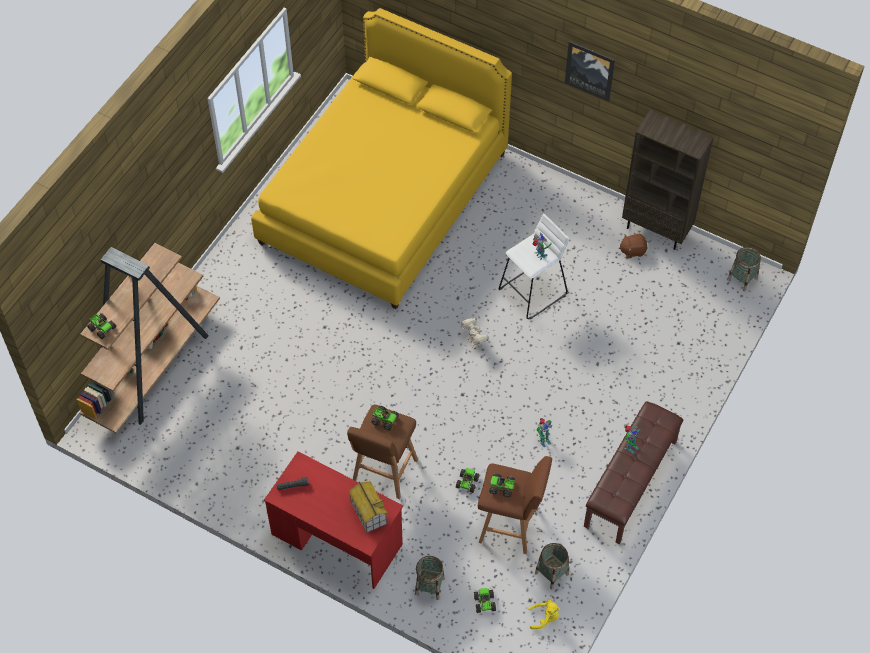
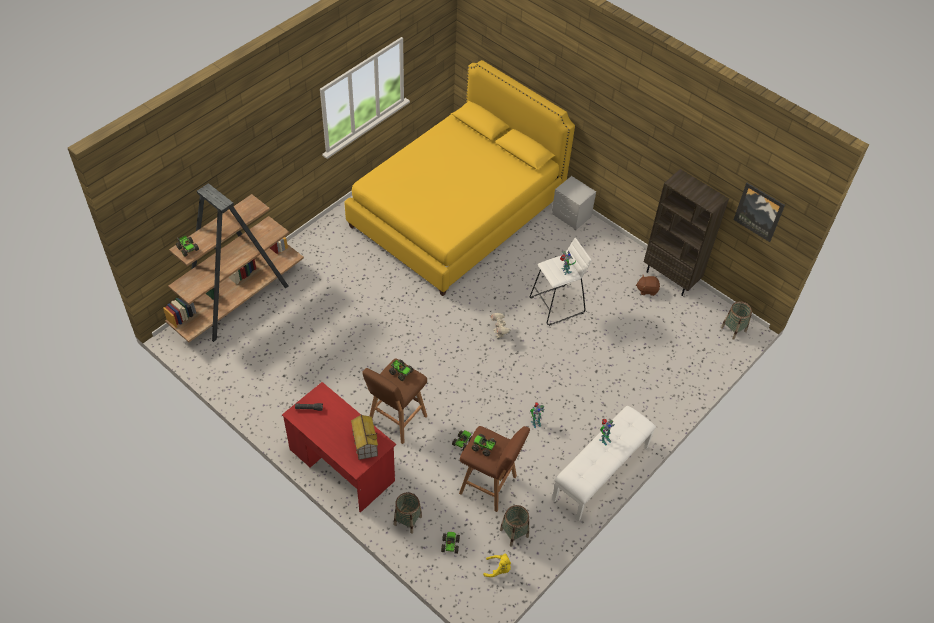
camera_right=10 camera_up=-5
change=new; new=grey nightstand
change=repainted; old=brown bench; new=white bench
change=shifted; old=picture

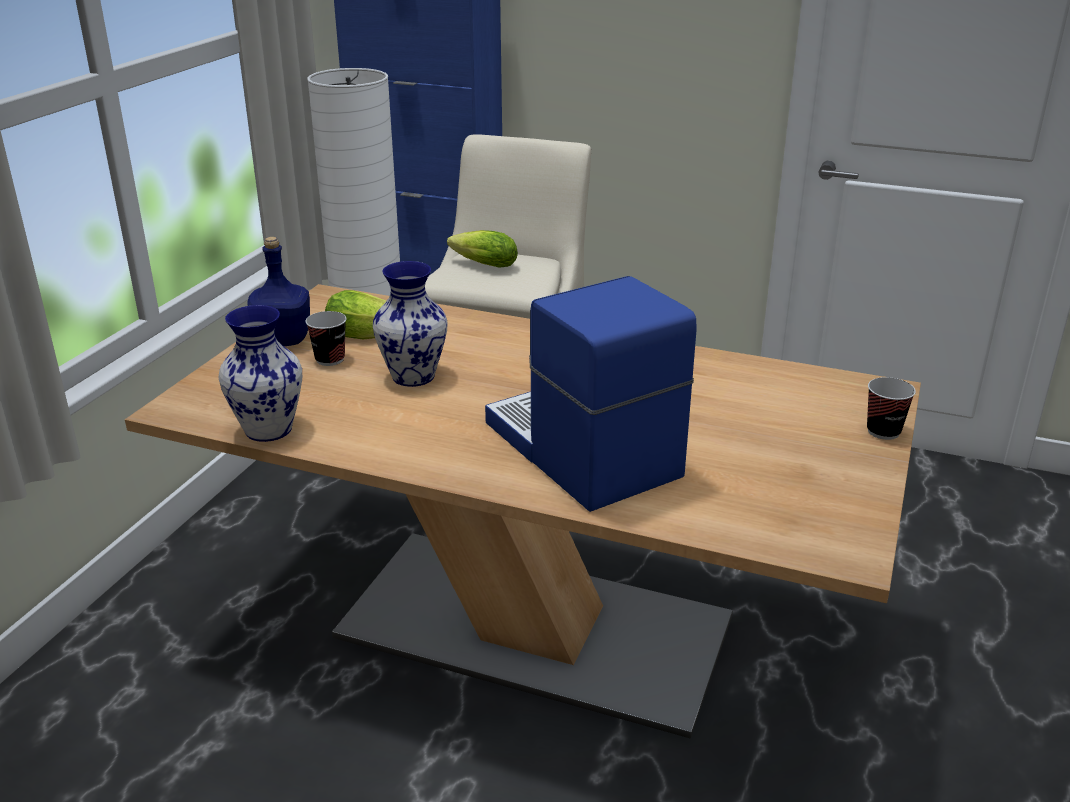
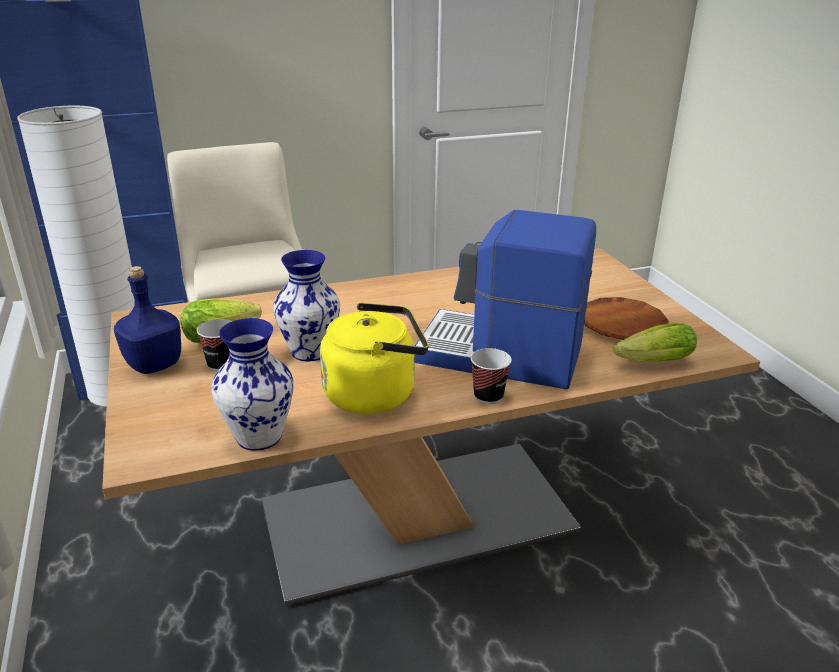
camera_right=-40 camera_up=0
change=new; new=yellow kettle
change=shifted; old=cup (no. 2 from left)
change=new; new=brown plate
change=shifted; old=lettuce (no. 2 from left)

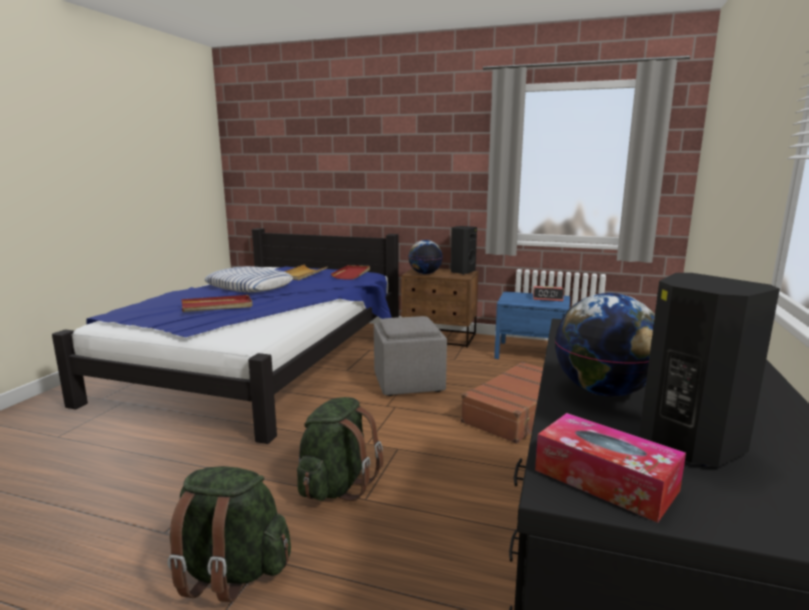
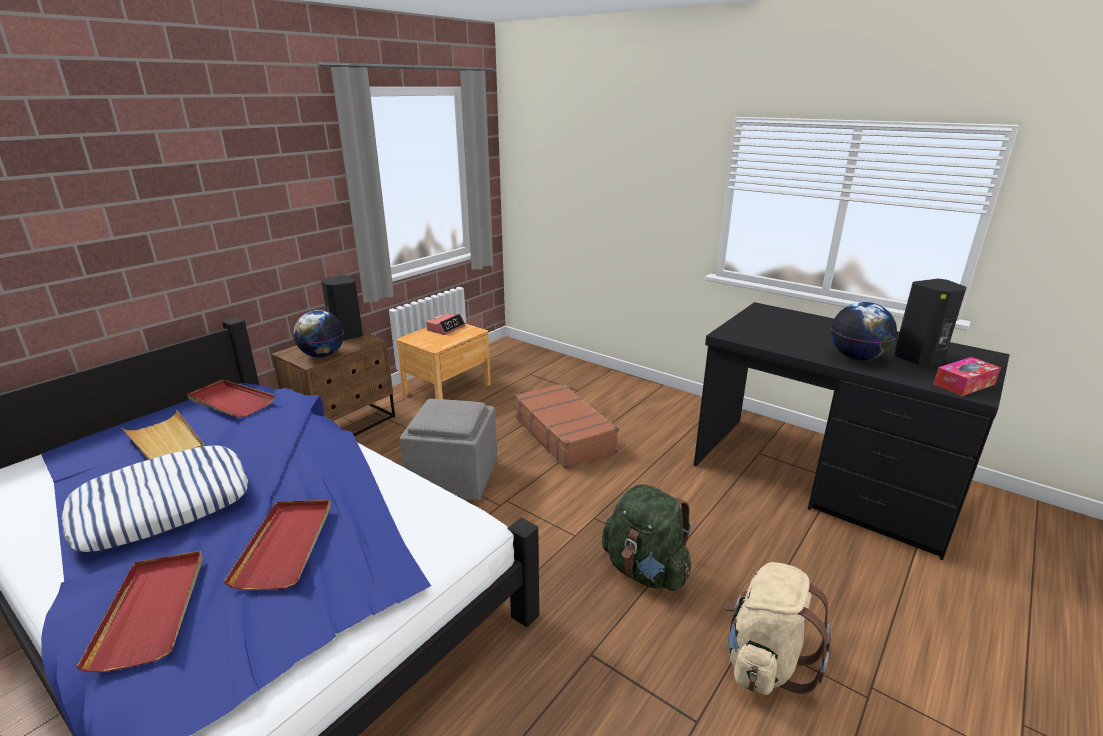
camera_right=-70 camera_up=10
change=new; new=red tray (no. 1 from left)
change=repainted; old=blue nightstand; new=brown nightstand (no. 2 from left)
change=repainted; old=green backpack (no. 1 from left); new=beige backpack

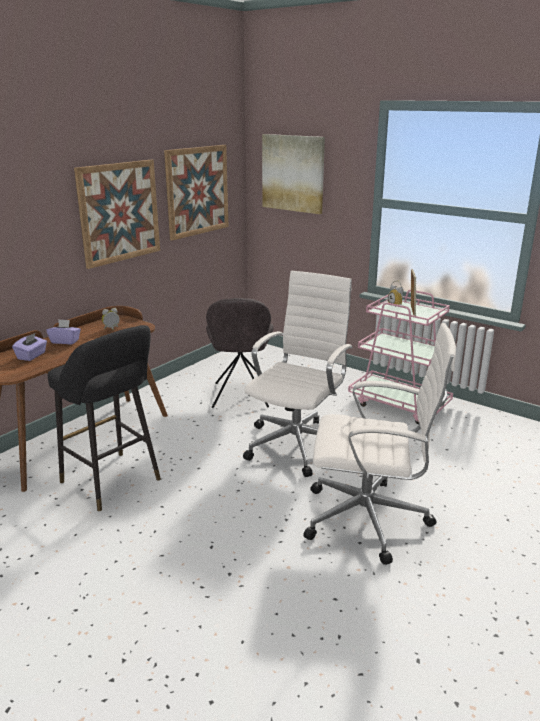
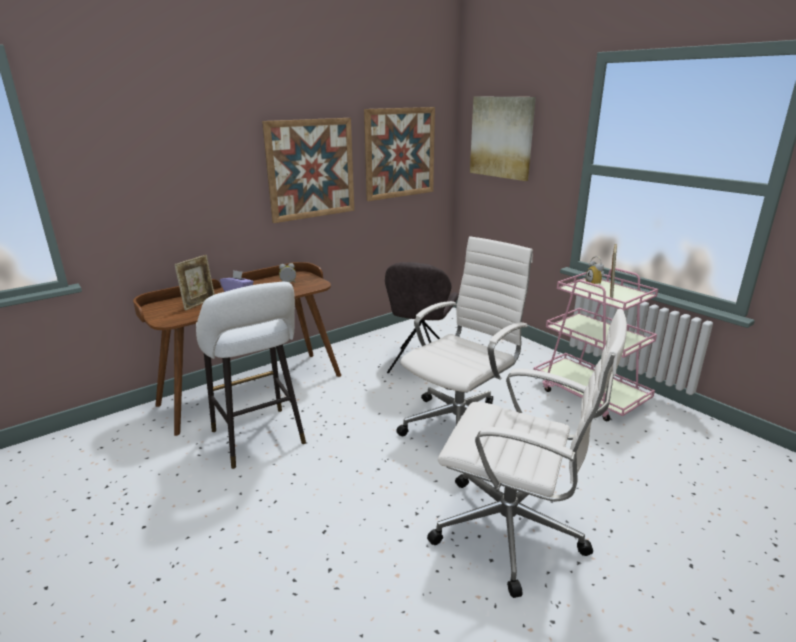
camera_right=15 camera_up=0
change=swapped; old=purple tissue box (no. 1 from left); new=picture frame (no. 1 from left)
change=repainted; old=black stool; new=white stool

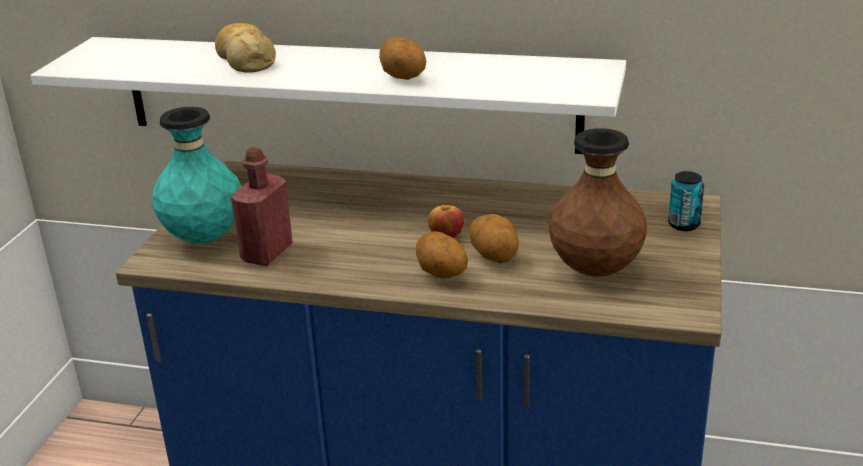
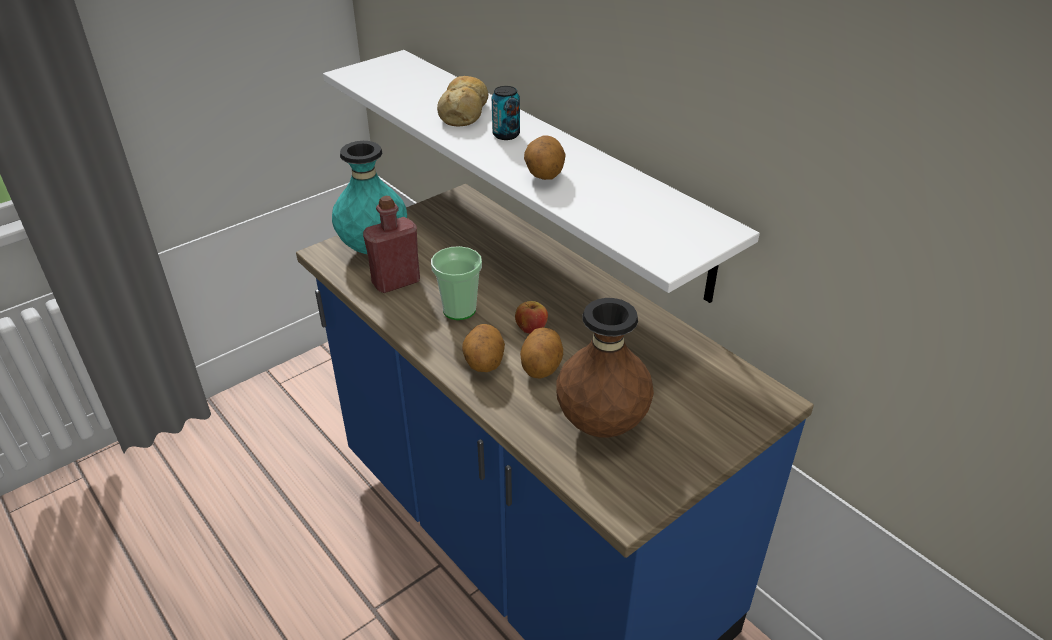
camera_right=35 camera_up=10
change=new; new=cup
change=shifted; old=can

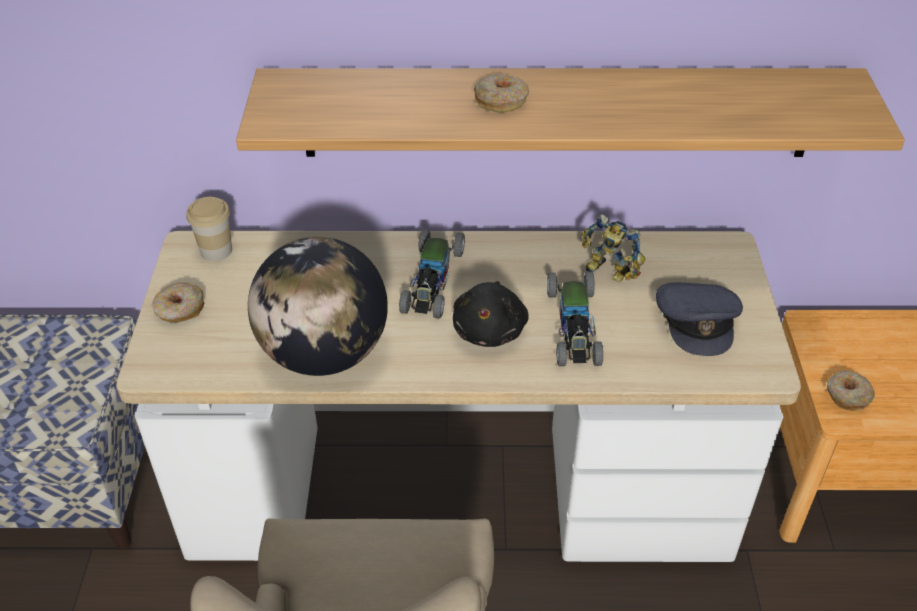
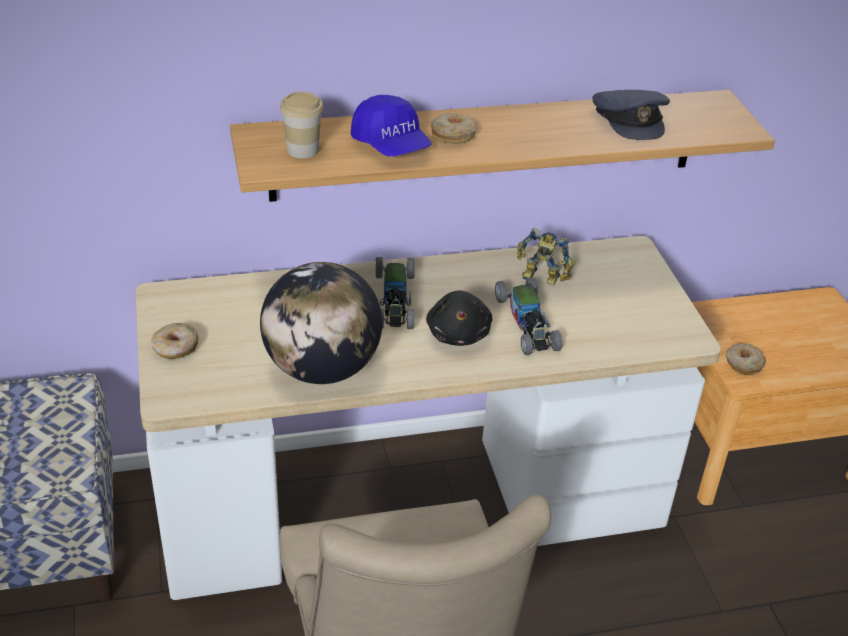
camera_right=-15 camera_up=-5
change=shifted; old=cup
change=new; new=blue cap
change=shifted; old=grey cap

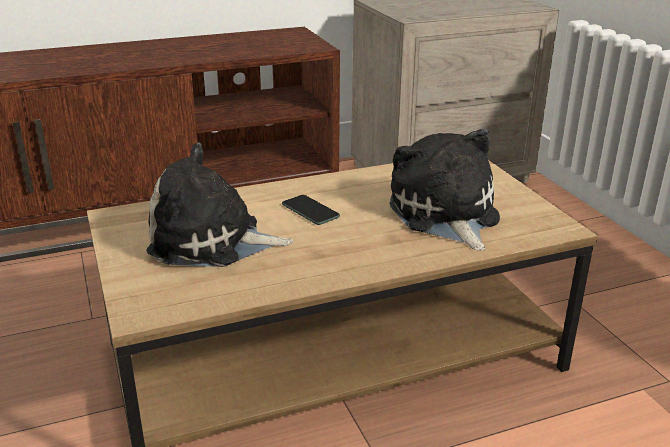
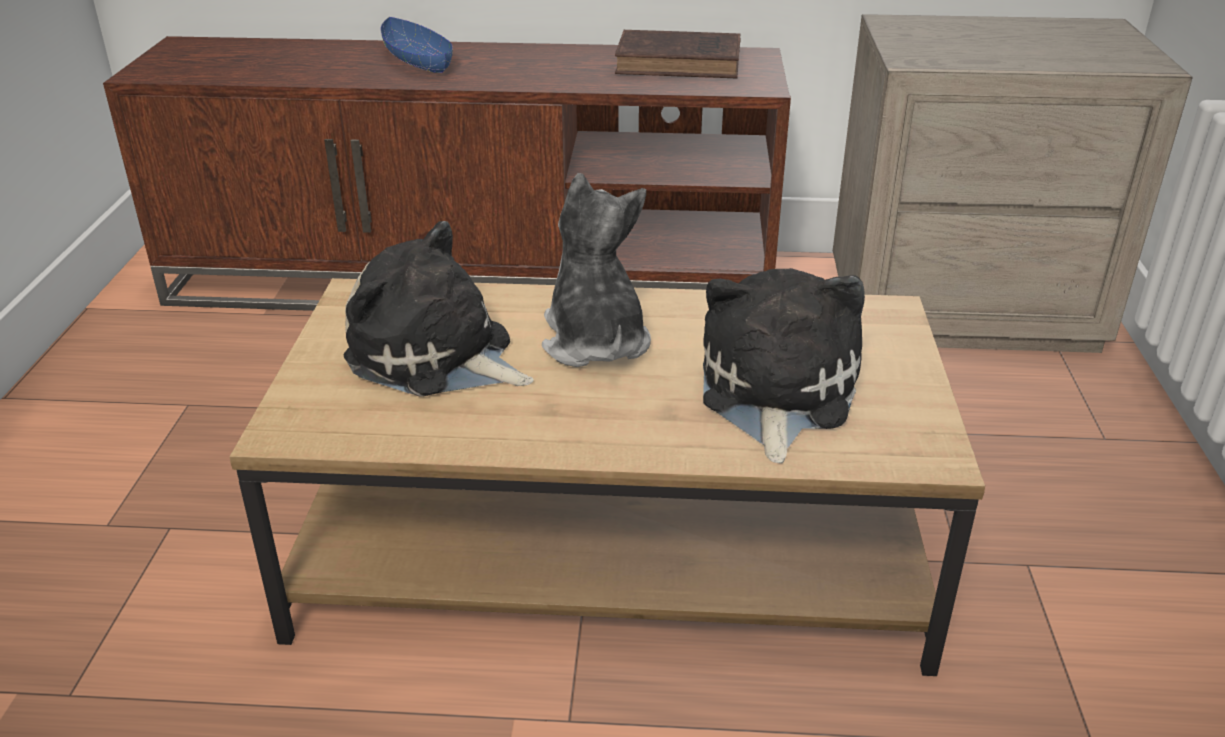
camera_right=25 camera_up=5
change=new; new=blue bowl
change=swapped; old=phone; new=plush toy (no. 2 from left)
change=new; new=brown book

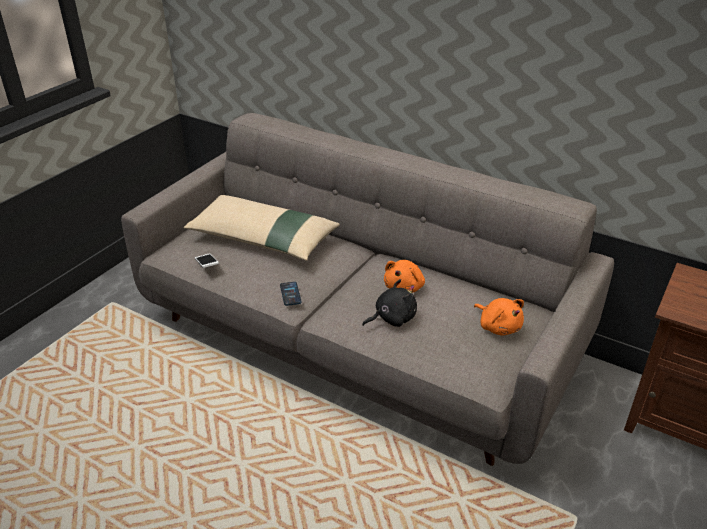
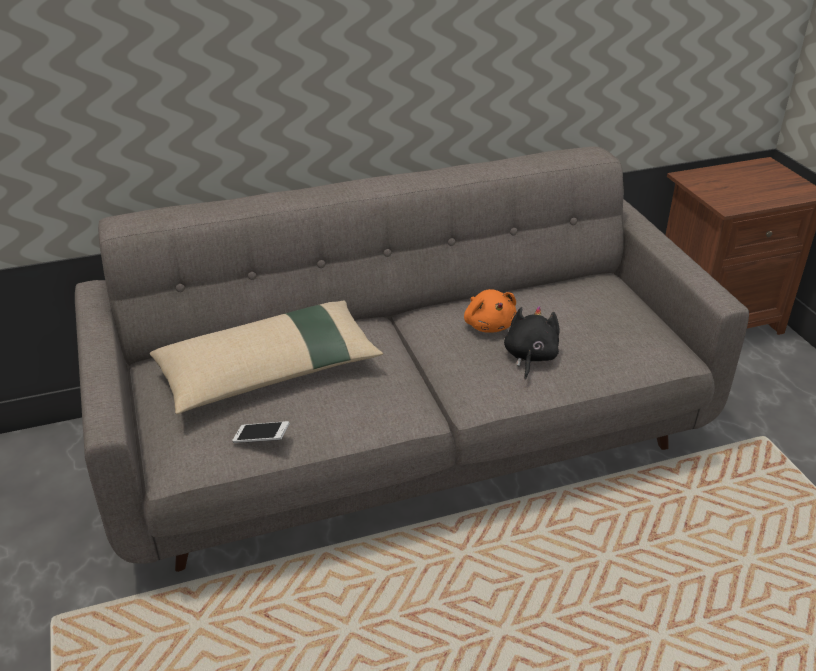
camera_right=-50 camera_up=0
change=gone; old=phone (no. 2 from left)
change=gone; old=orange plush toy (no. 2 from left)

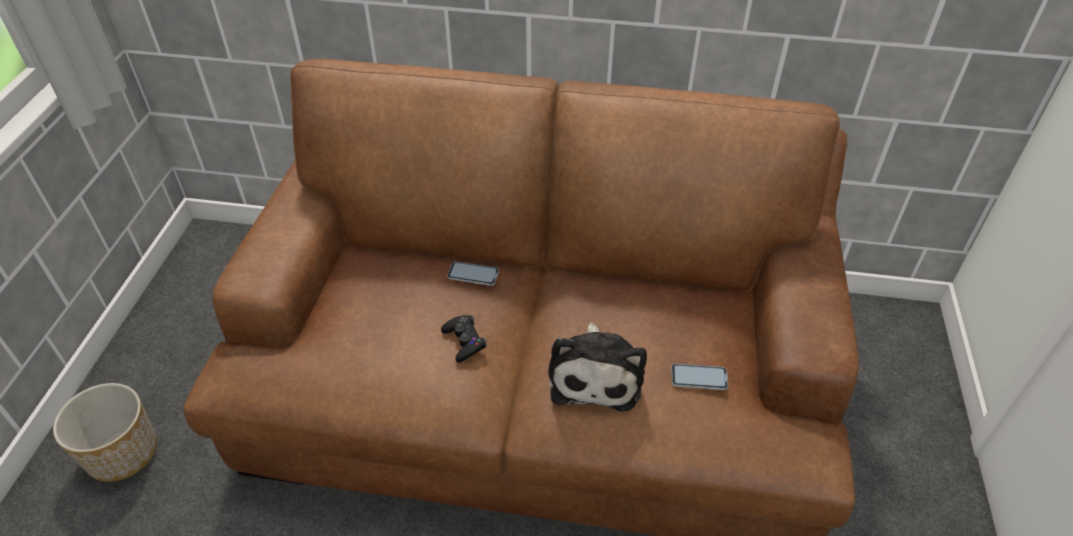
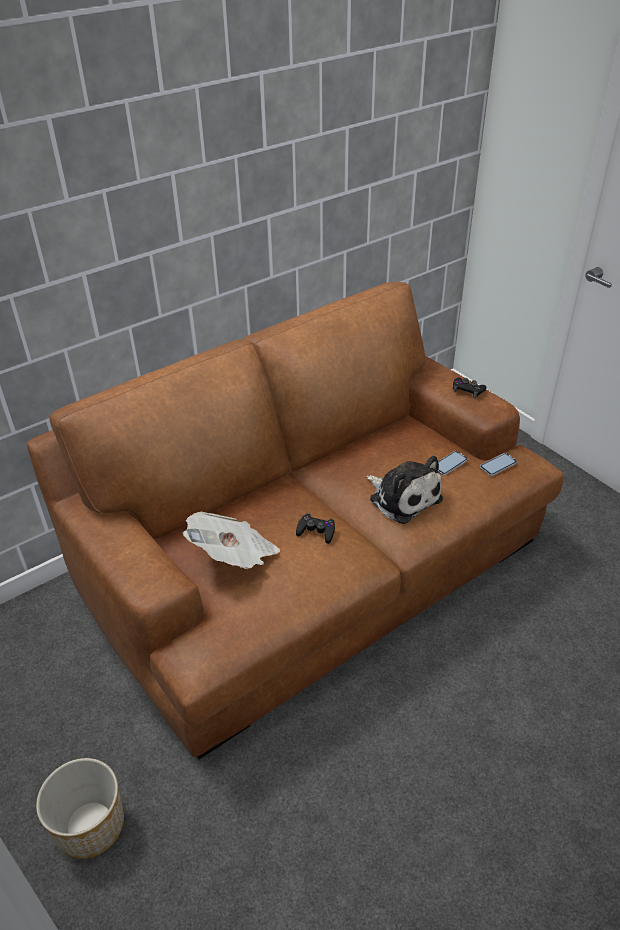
camera_right=-45 camera_up=-5
change=new; new=newspaper
change=new; new=black game controller (no. 2 from left)
change=shifted; old=phone (no. 1 from left in the first image); new=phone (no. 2 from left)

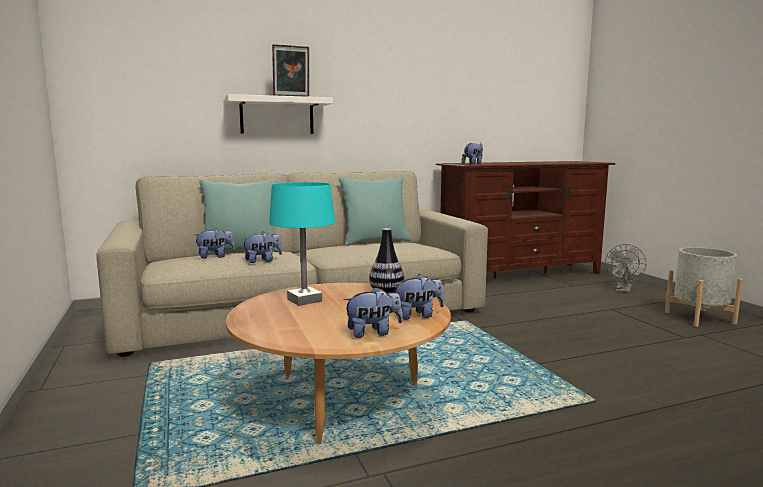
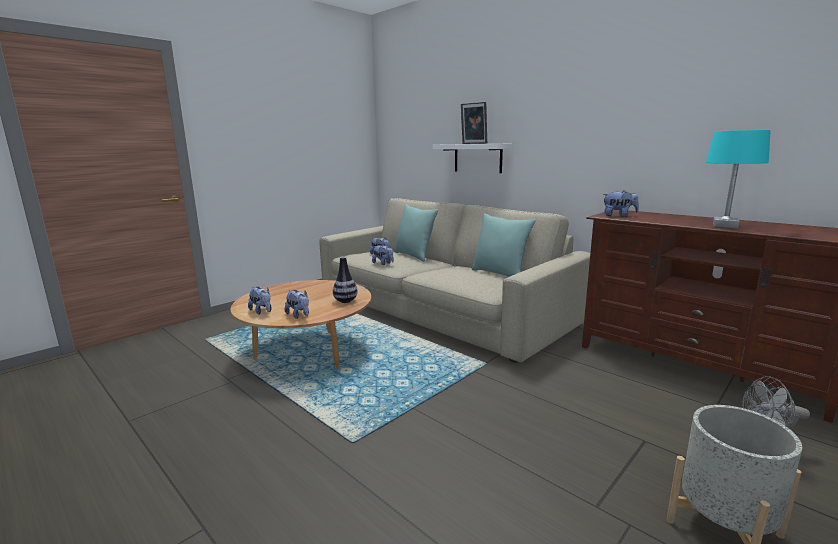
camera_right=65 camera_up=5
change=shifted; old=turquoise table lamp

